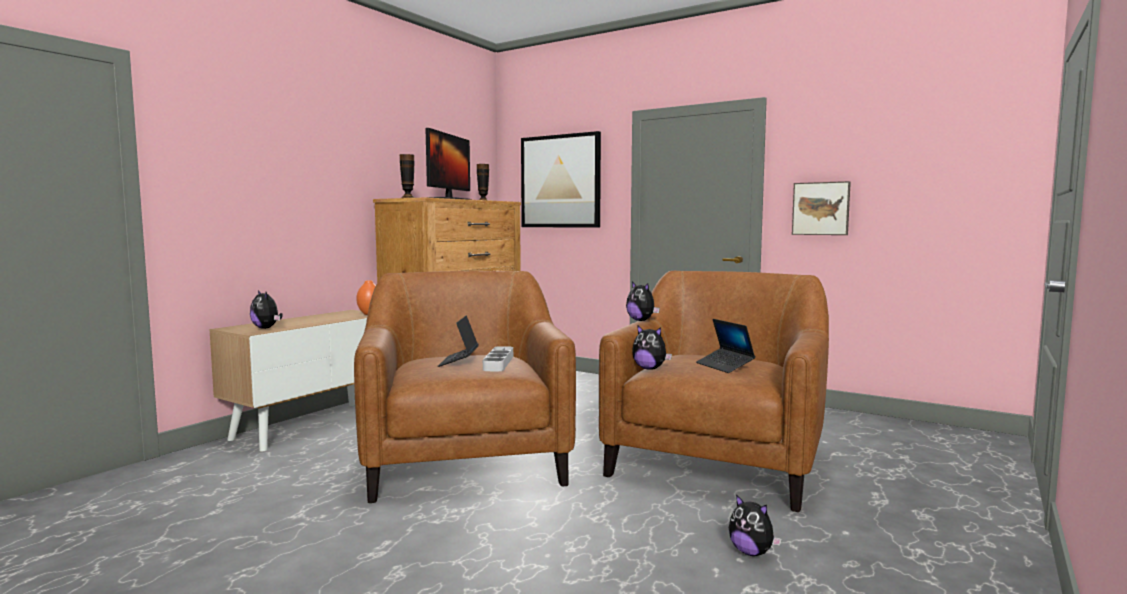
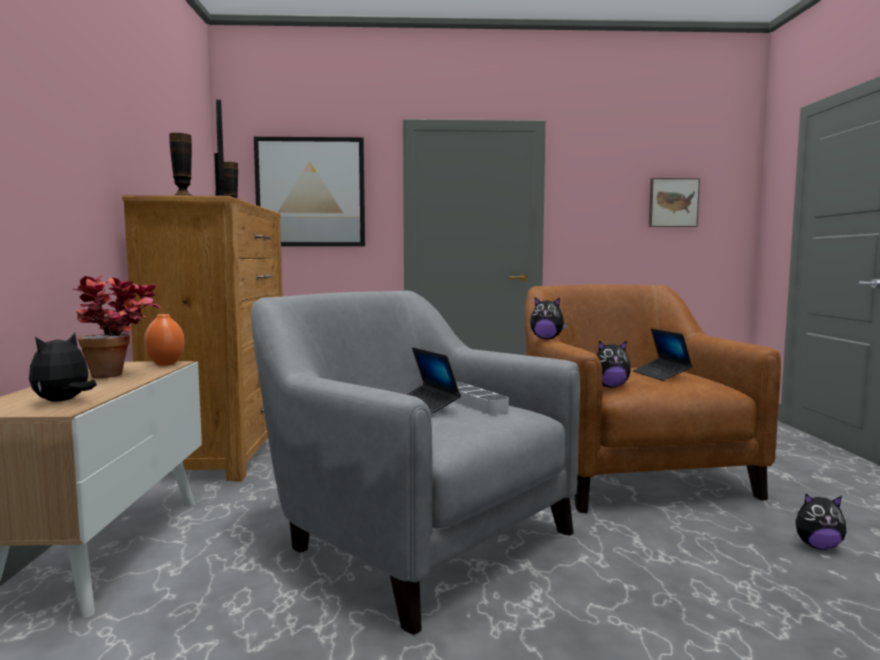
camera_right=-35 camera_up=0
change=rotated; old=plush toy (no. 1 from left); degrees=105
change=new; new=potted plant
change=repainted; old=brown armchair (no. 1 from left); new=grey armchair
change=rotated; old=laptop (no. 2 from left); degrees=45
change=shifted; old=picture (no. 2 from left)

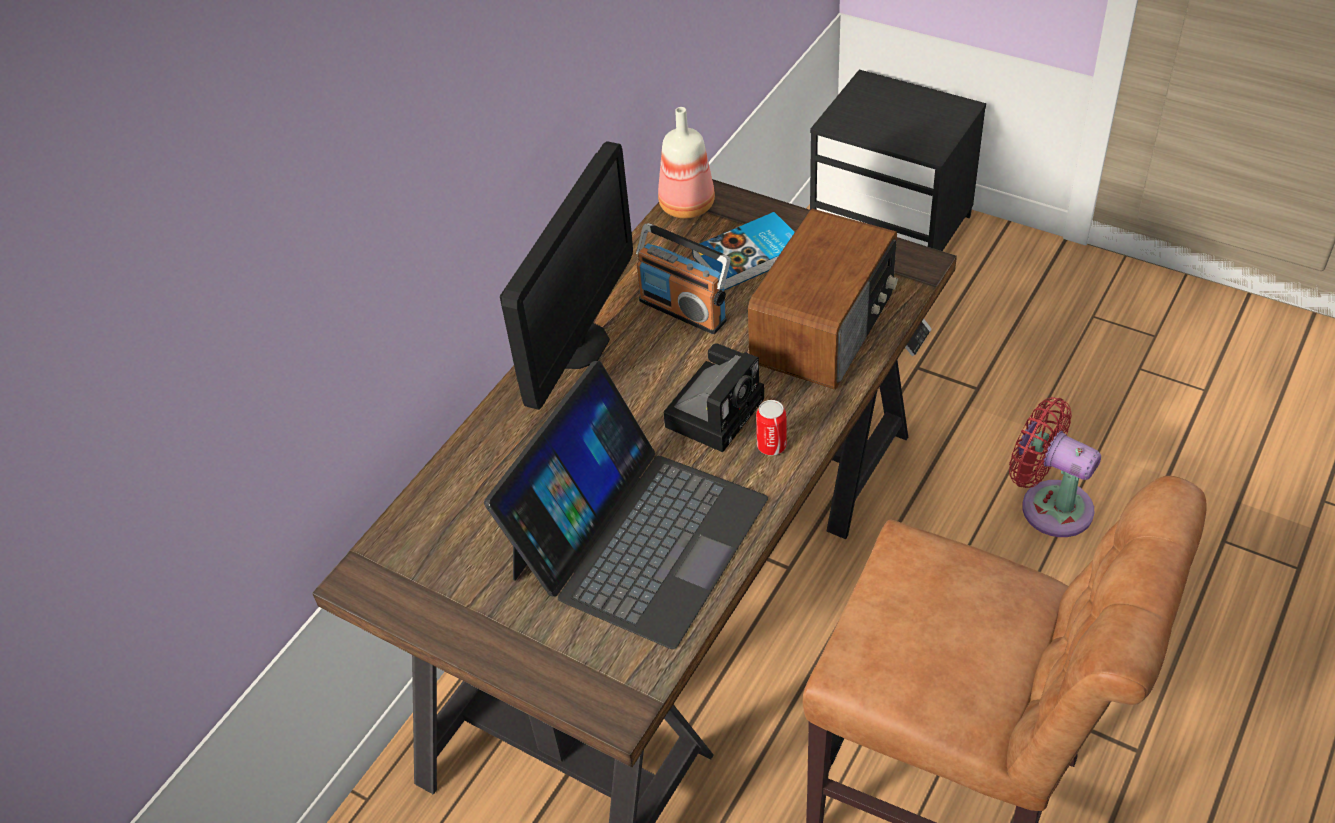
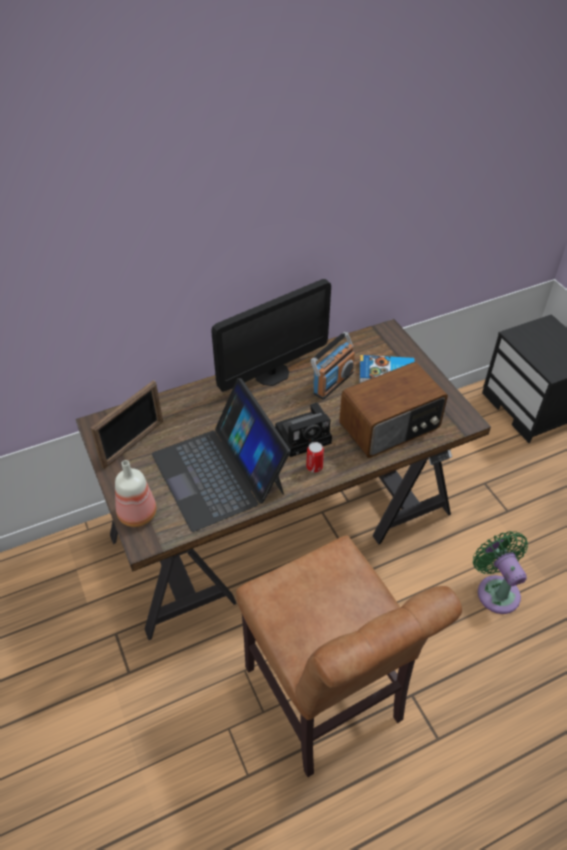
camera_right=30 camera_up=0
change=new; new=picture frame
change=shifted; old=bottle
change=rotated; old=laptop; degrees=90
change=rotated; old=radio (no. 1 from left); degrees=-120
change=repainted; old=red fan; new=green fan

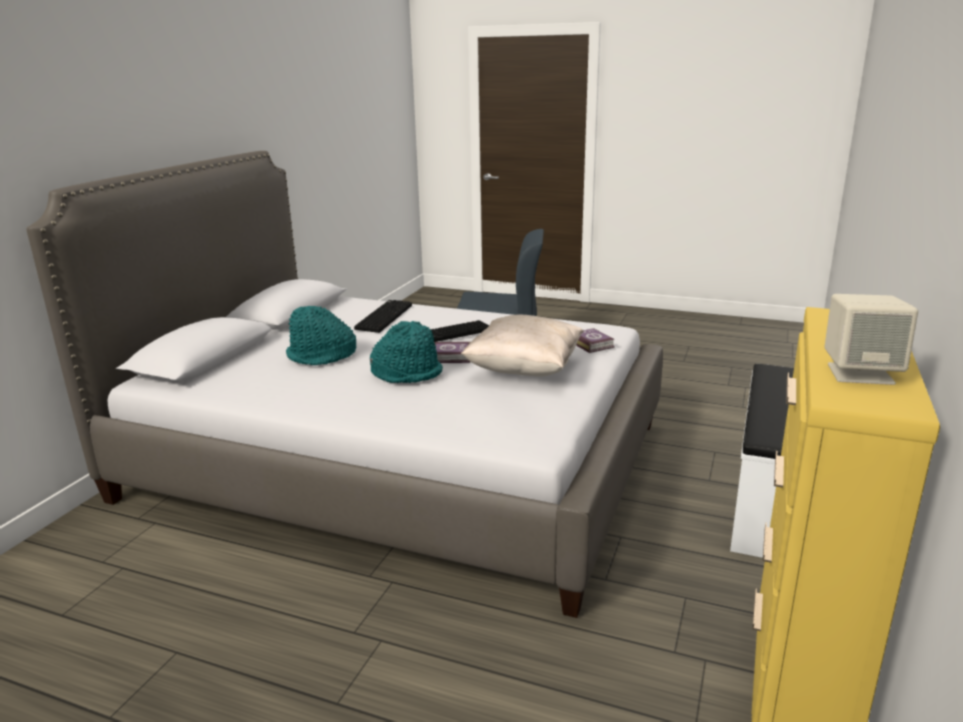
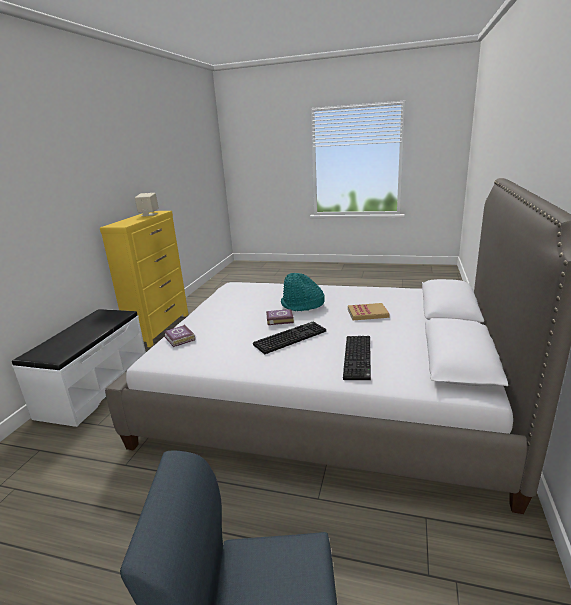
camera_right=175 camera_up=0
change=swapped; old=turquoise hat (no. 1 from left); new=book (no. 3 from left)
change=gone; old=beige pillow

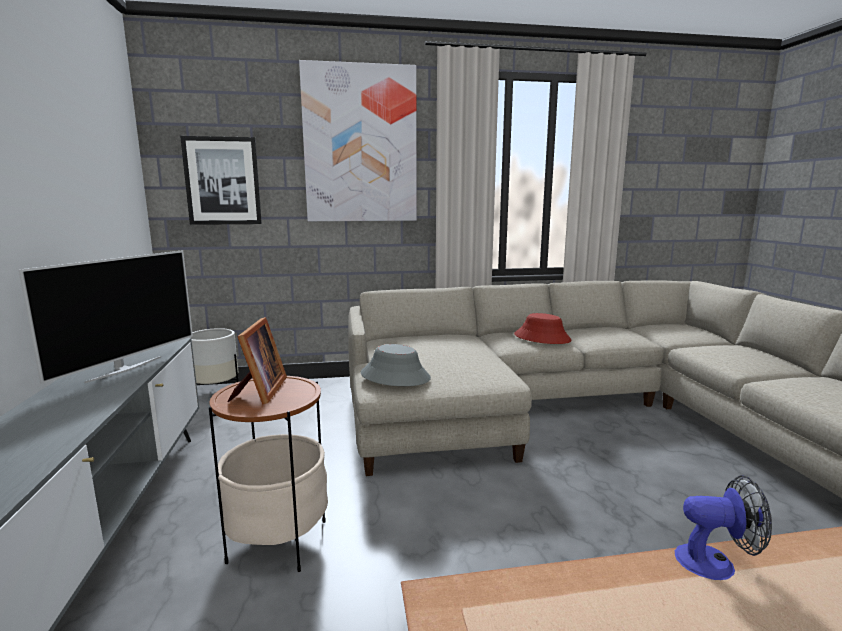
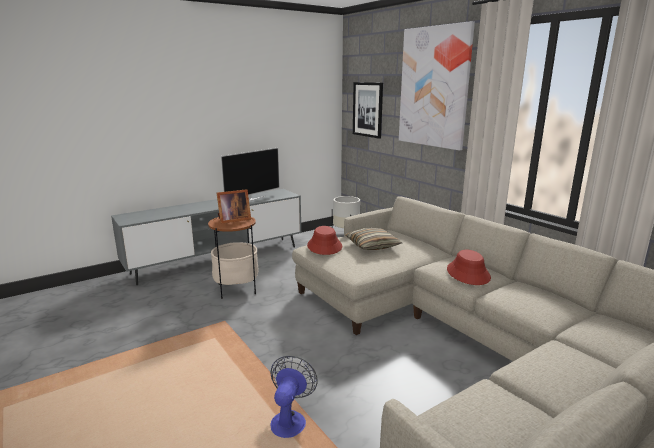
camera_right=65 camera_up=5
change=rotated; old=television; degrees=-45
change=rotated; old=fan; degrees=-150
change=repainted; old=grey hat; new=red hat (no. 1 from left)
change=new; new=pillow

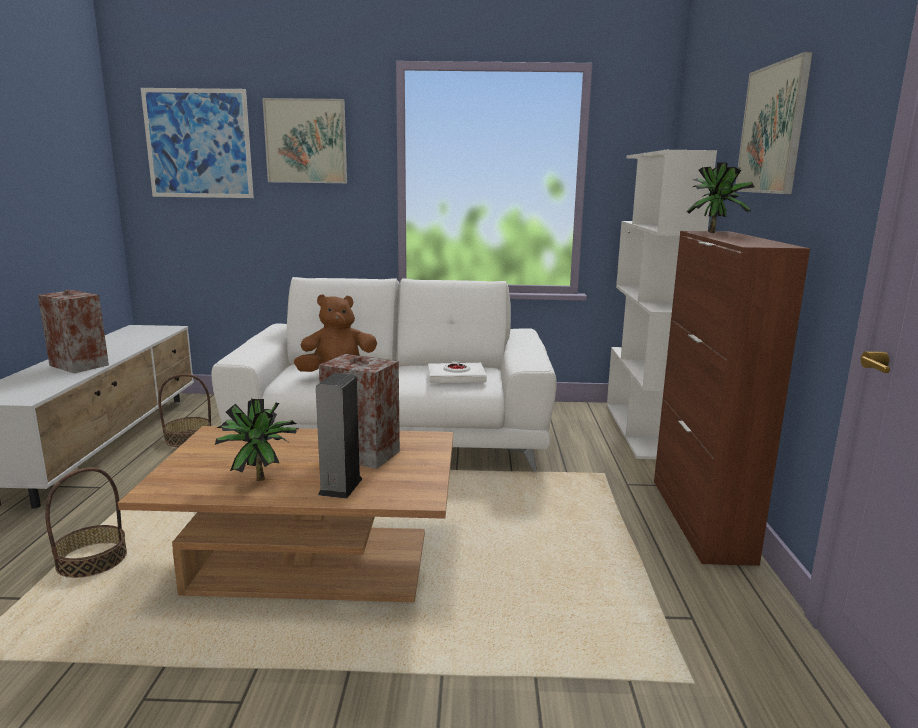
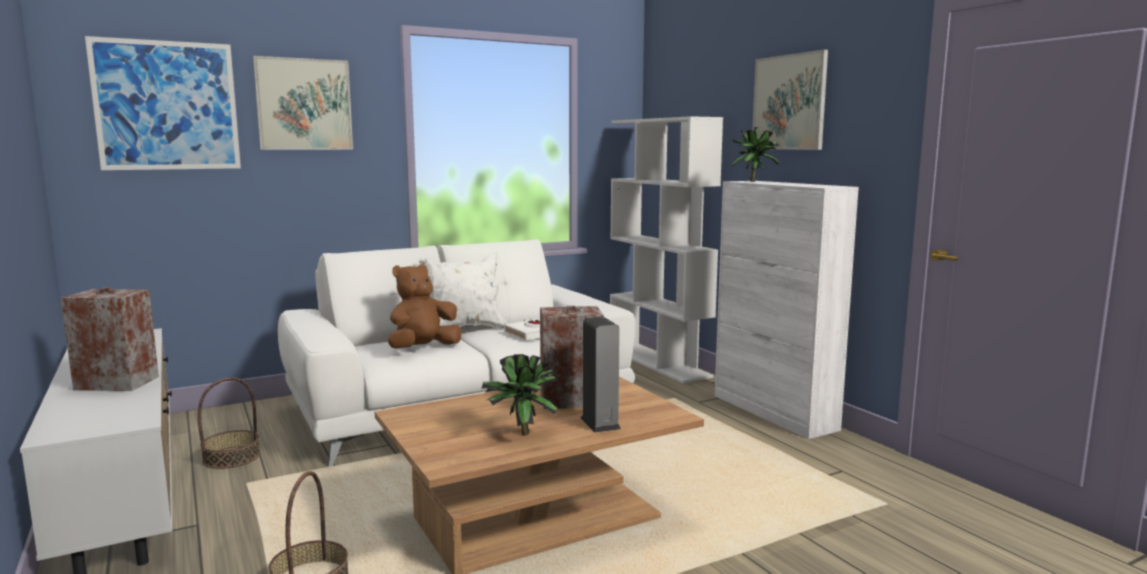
camera_right=-30 camera_up=-5
change=new; new=white pillow
change=repainted; old=brown cabinet; new=white cabinet

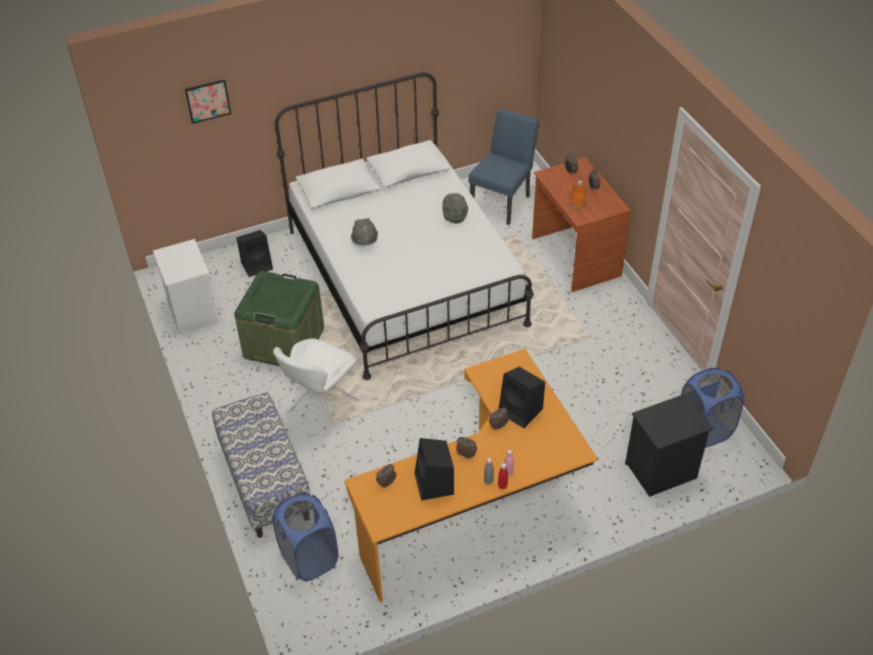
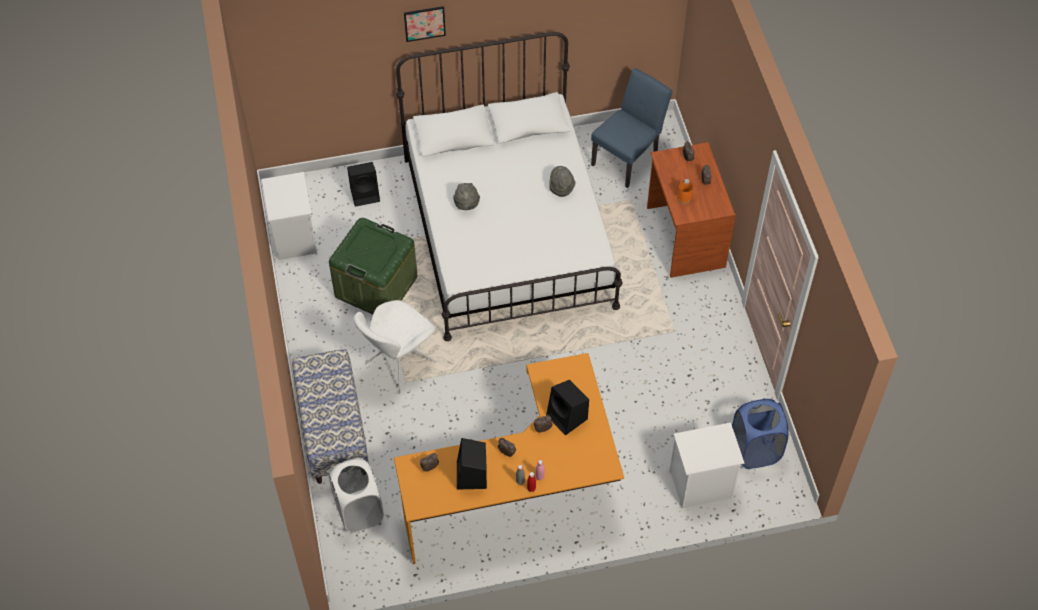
camera_right=10 camera_up=10
change=repainted; old=blue laundry basket (no. 1 from left); new=white laundry basket
change=shifted; old=picture
change=repainted; old=black nightstand; new=white nightstand (no. 2 from left)

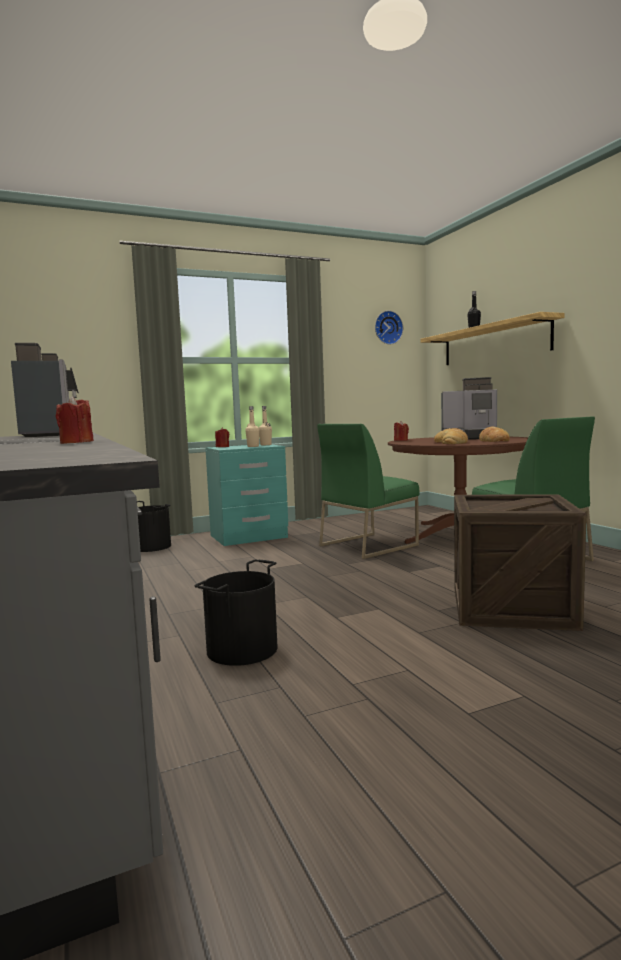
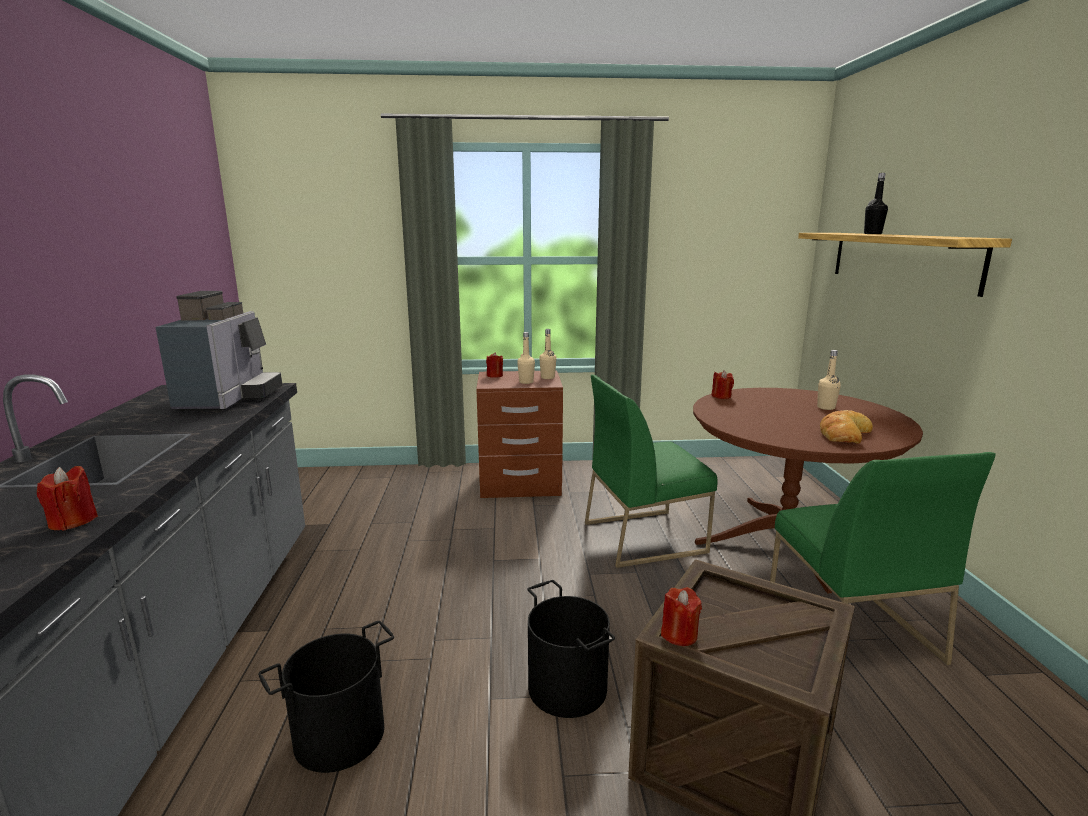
camera_right=20 camera_up=10
change=repainted; old=turquoise nightstand; new=brown nightstand
change=shifted; old=black bucket (no. 1 from left in the first image); new=black bucket (no. 2 from left)
change=new; new=red candle (no. 3 from left)
change=swapped; old=coffee machine (no. 2 from left); new=beige bottle (no. 3 from left)
change=gone; old=wall clock
change=gone; old=bread (no. 1 from left)

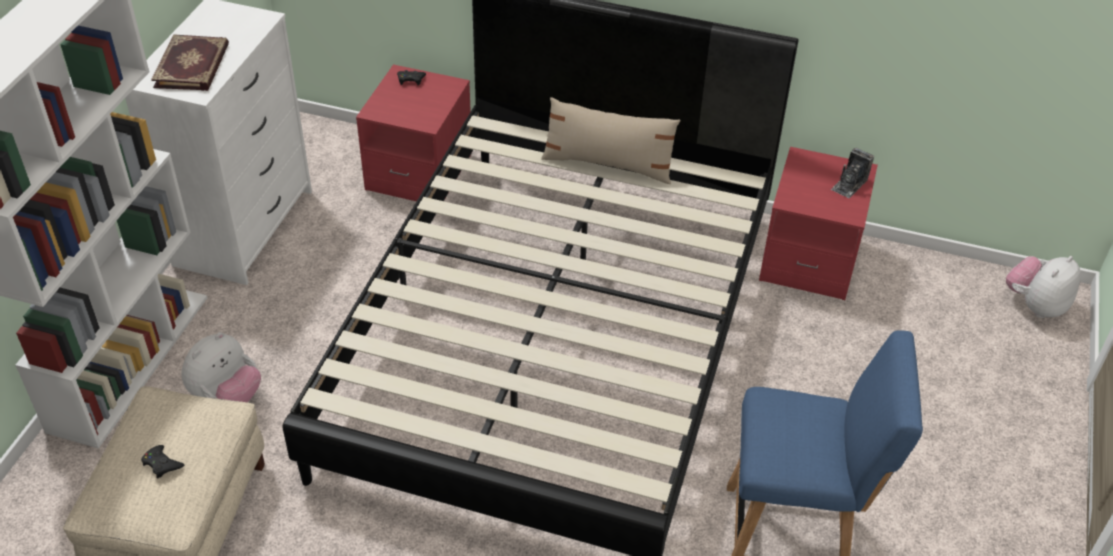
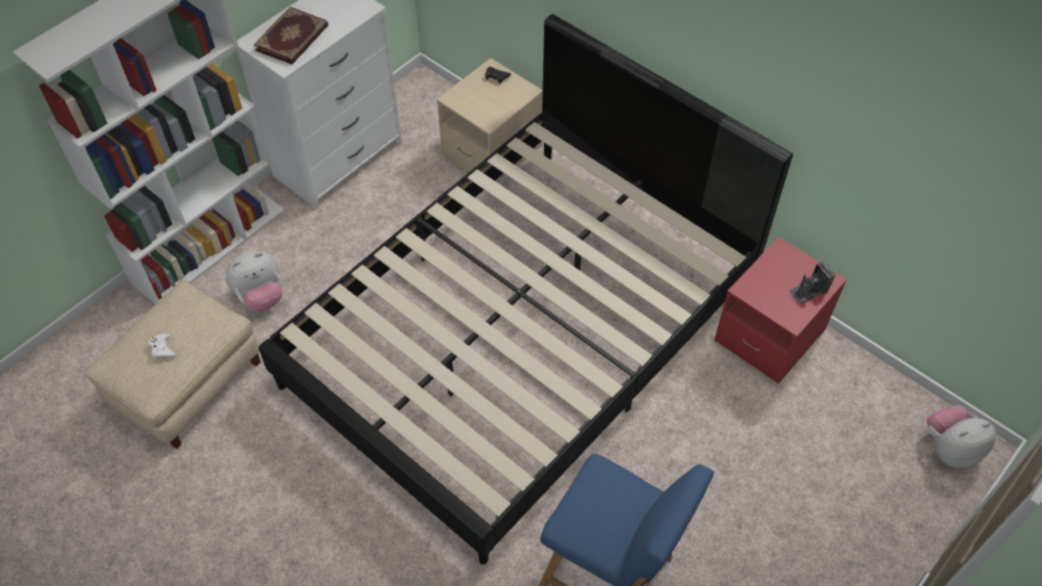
camera_right=25 camera_up=10
change=repainted; old=black game controller (no. 1 from left); new=white game controller
change=repainted; old=red nightstand (no. 1 from left); new=beige nightstand
change=gone; old=beige pillow

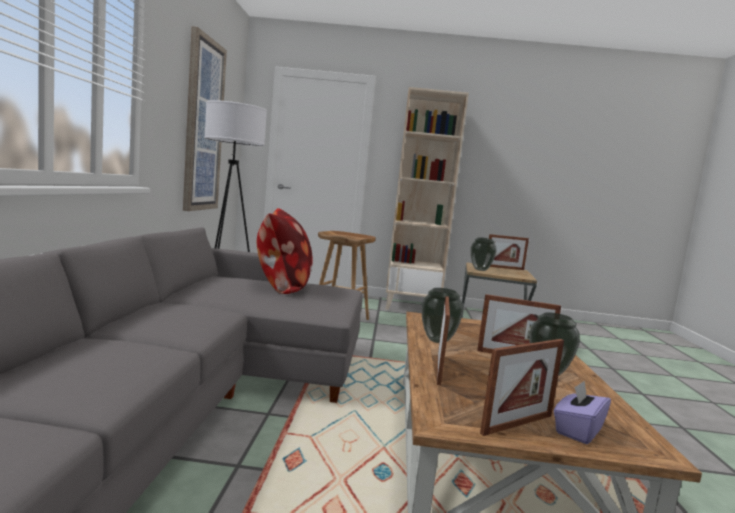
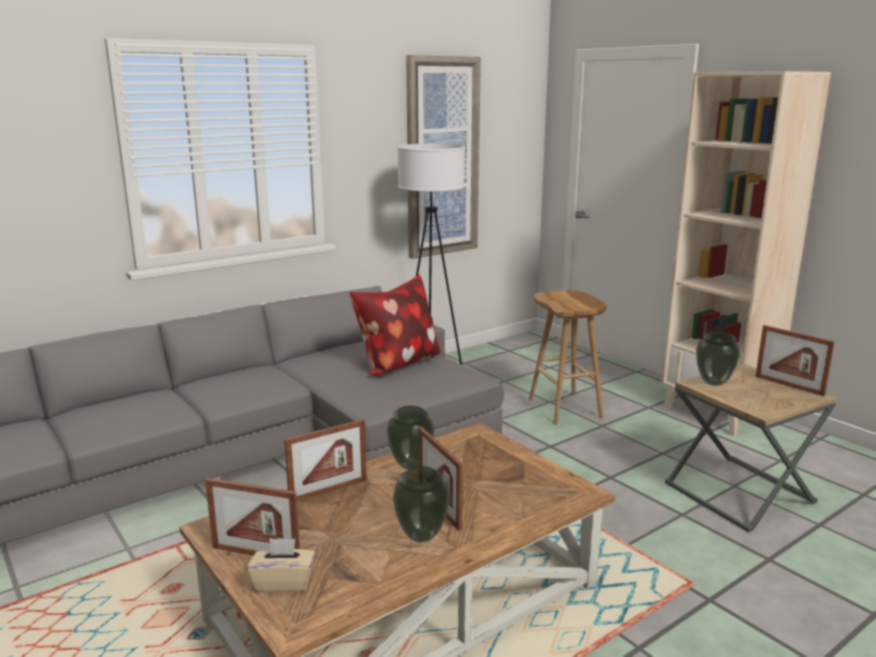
camera_right=50 camera_up=10
change=repainted; old=purple tissue box; new=beige tissue box

